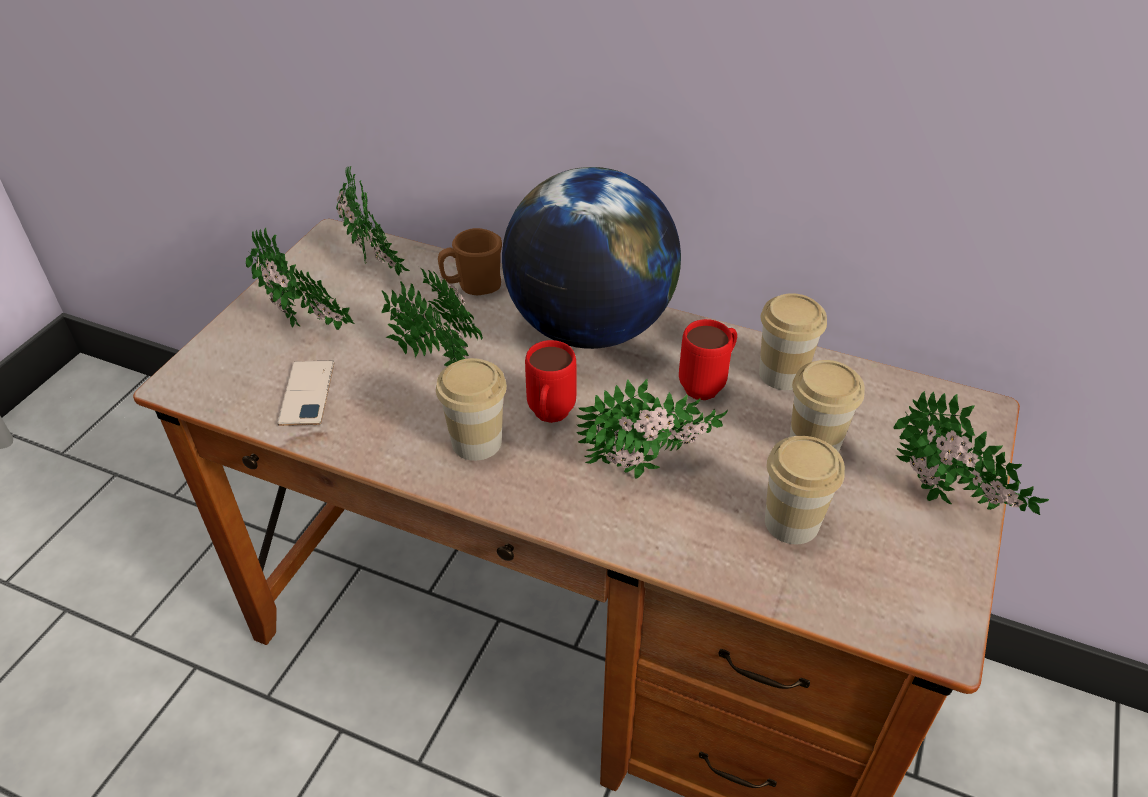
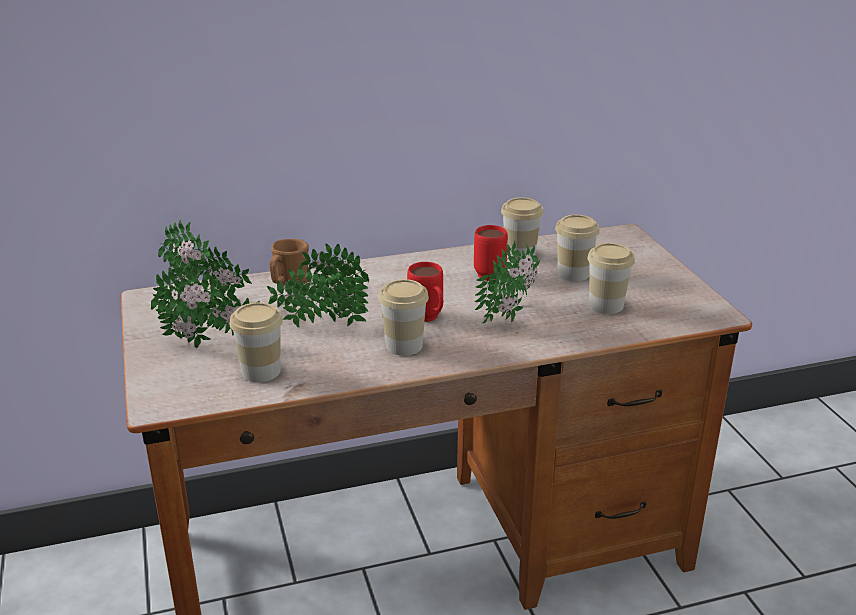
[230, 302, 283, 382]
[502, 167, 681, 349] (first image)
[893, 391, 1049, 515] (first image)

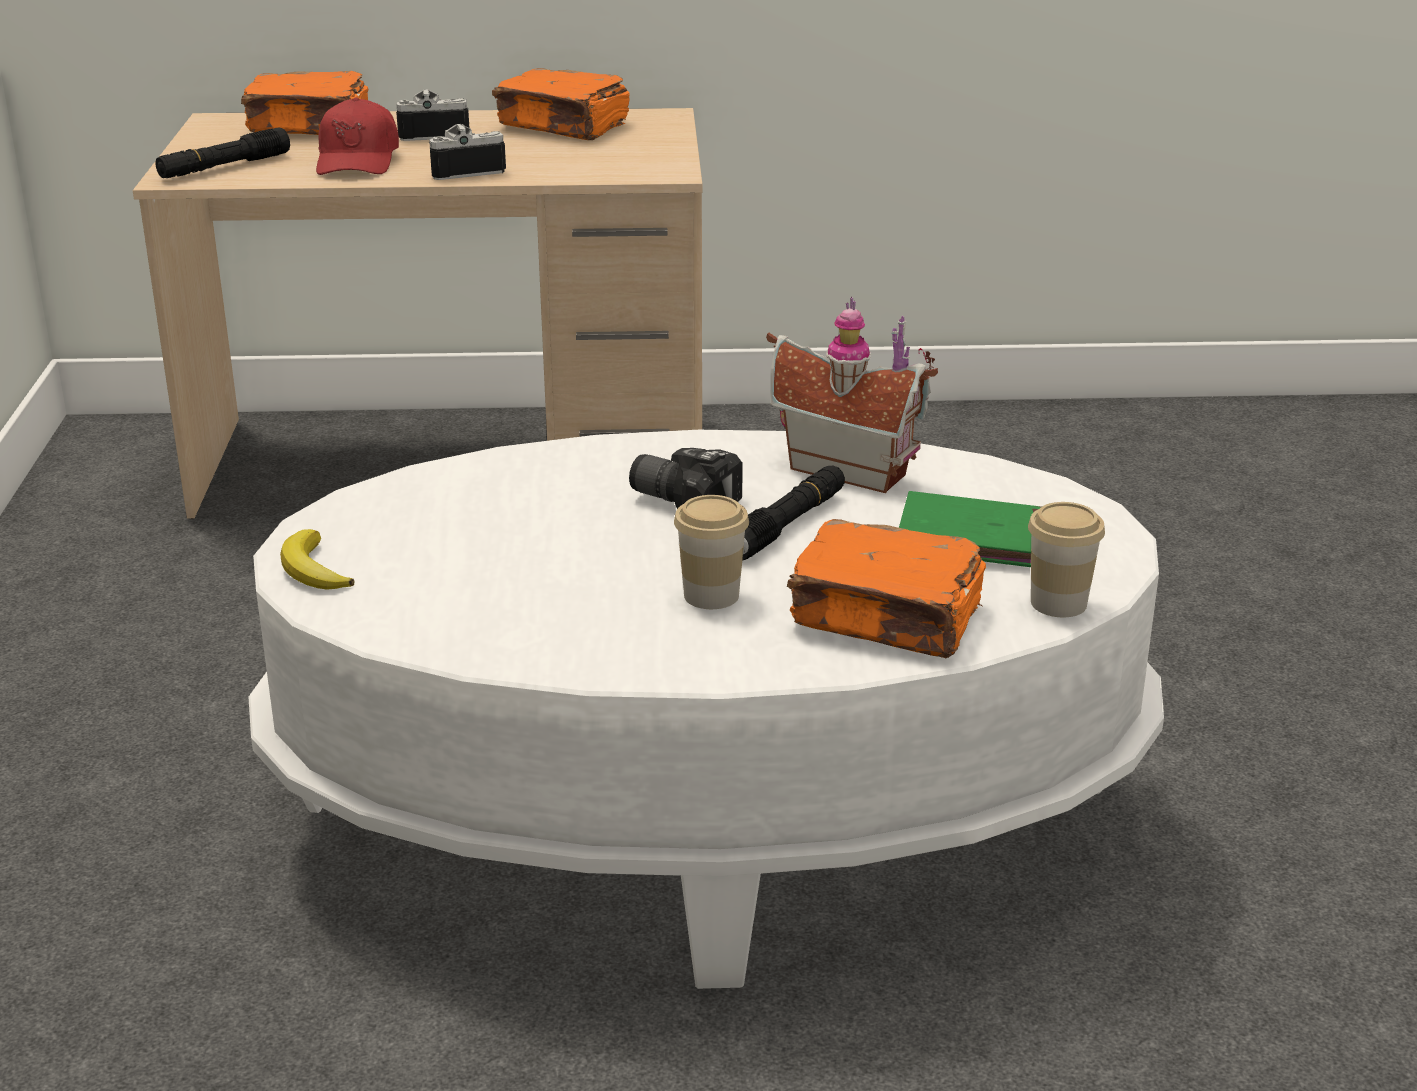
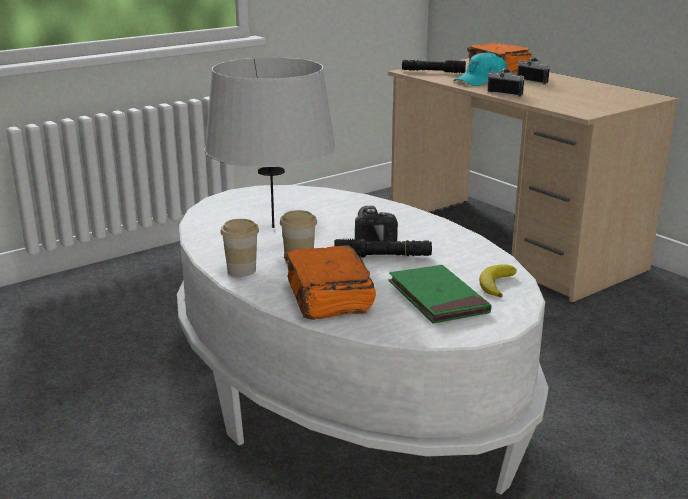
[204, 57, 336, 228]
[220, 219, 259, 277]
[454, 52, 507, 86]
[479, 264, 517, 298]
[492, 68, 630, 140] (first image)
[766, 297, 938, 493] (first image)

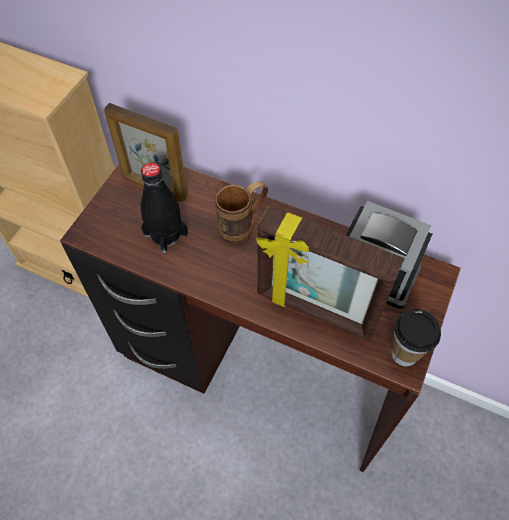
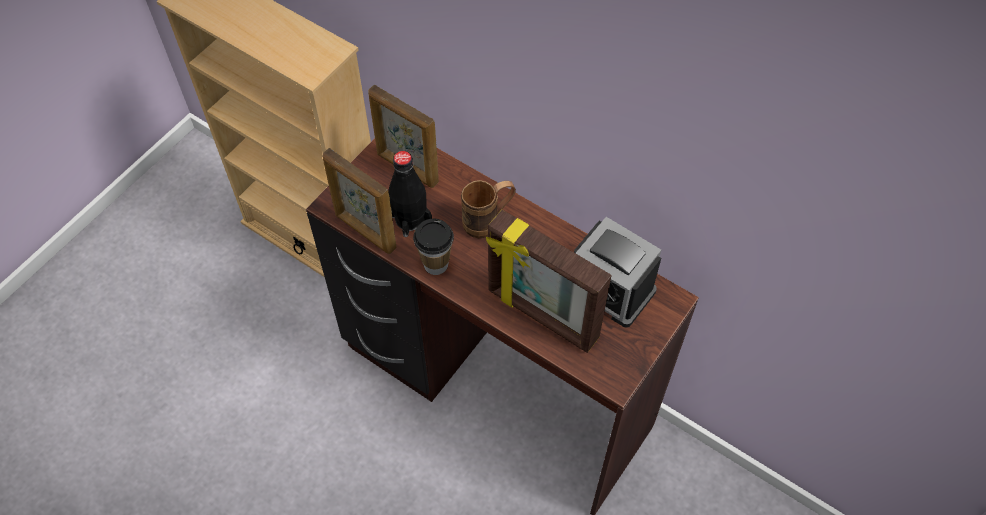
[322, 148, 397, 254]
[413, 219, 454, 275]

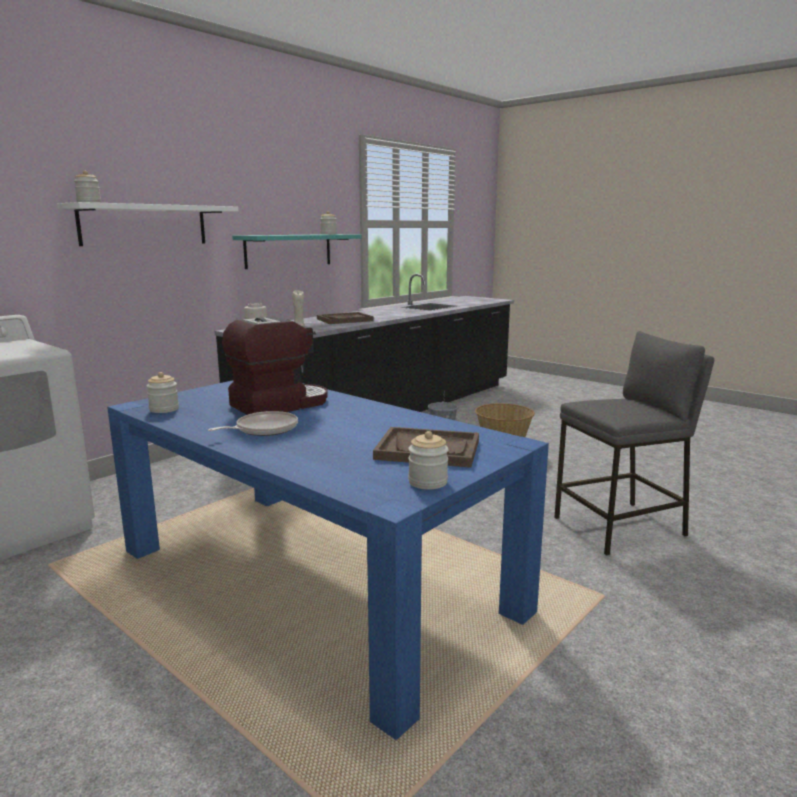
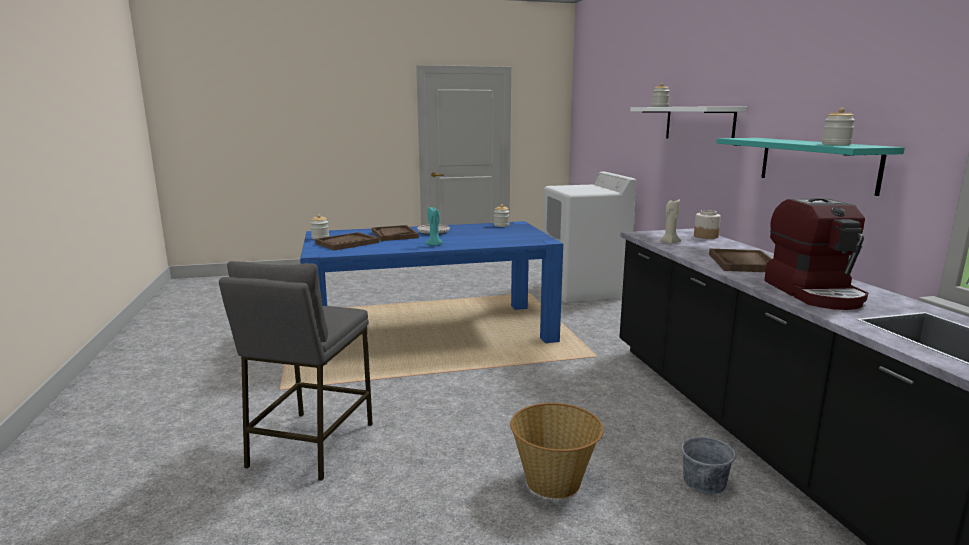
[372, 225, 419, 241]
[425, 207, 443, 246]
[764, 198, 868, 310]

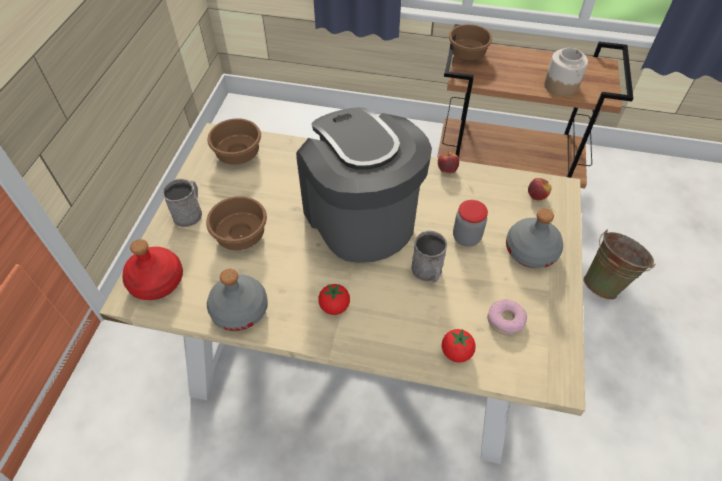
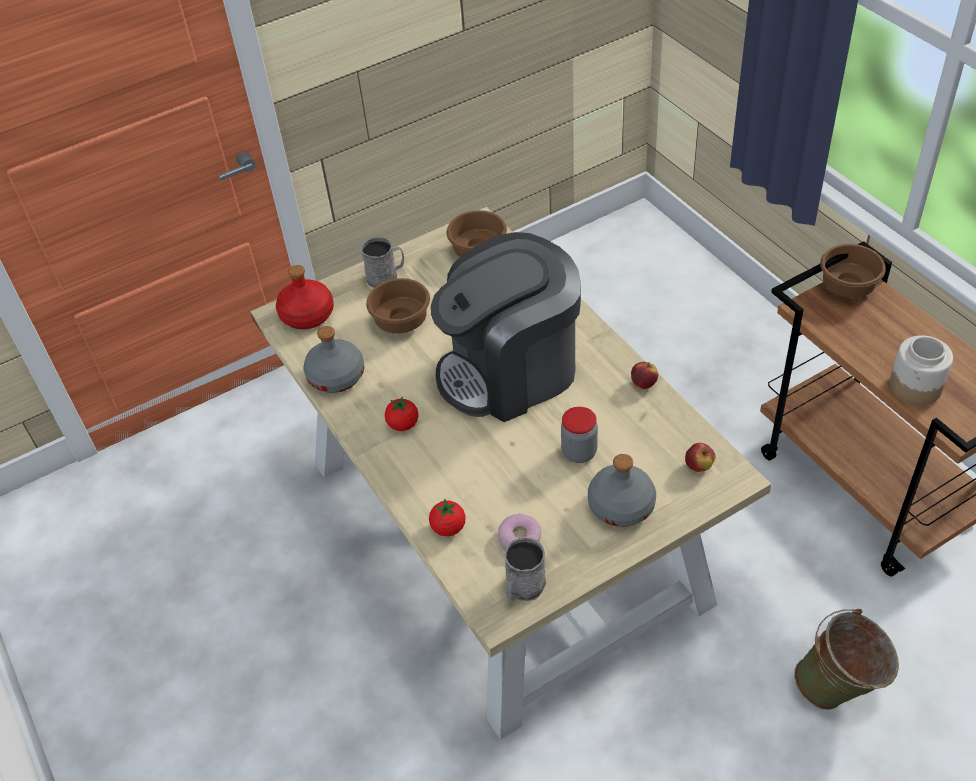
[431, 232, 581, 422]
[504, 538, 546, 601]

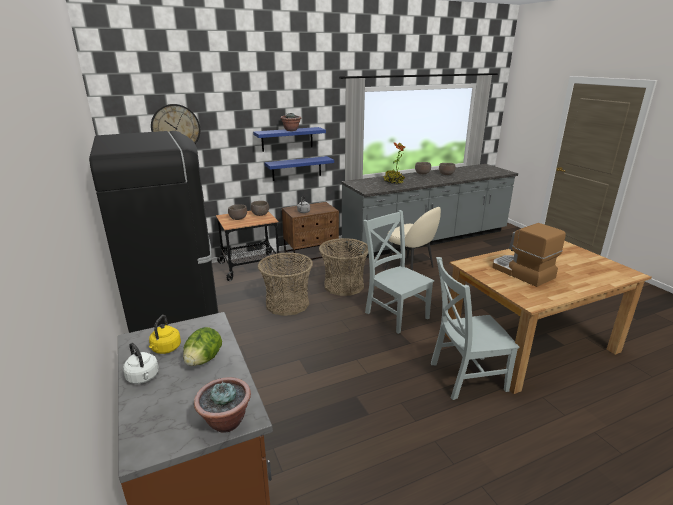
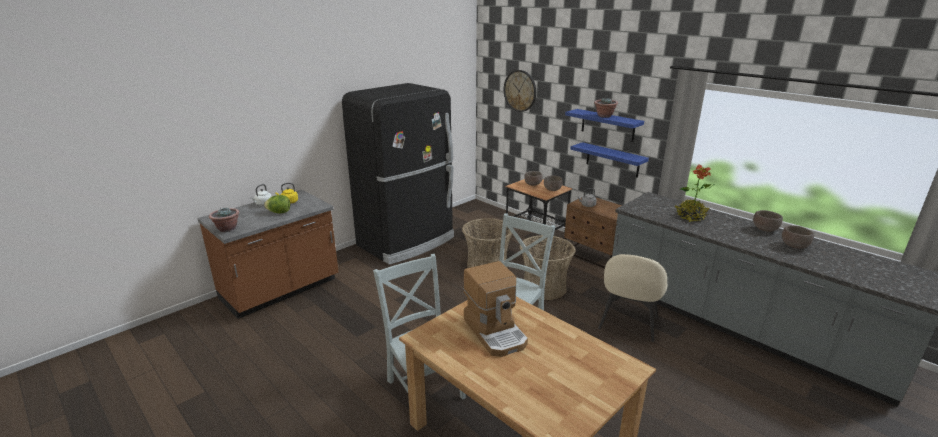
[463, 261, 528, 357]

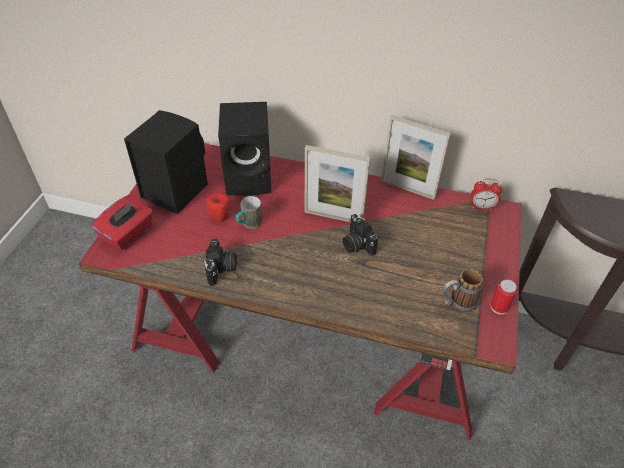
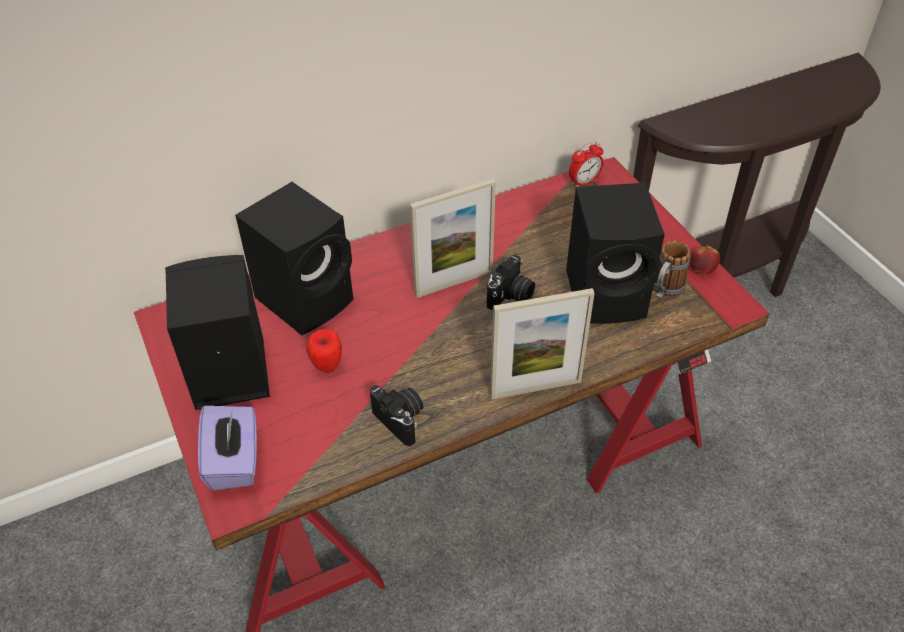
[198, 406, 257, 491]
[487, 255, 535, 310]
[490, 288, 595, 400]
[566, 183, 665, 324]
[690, 244, 720, 275]
[236, 196, 262, 229] (first image)

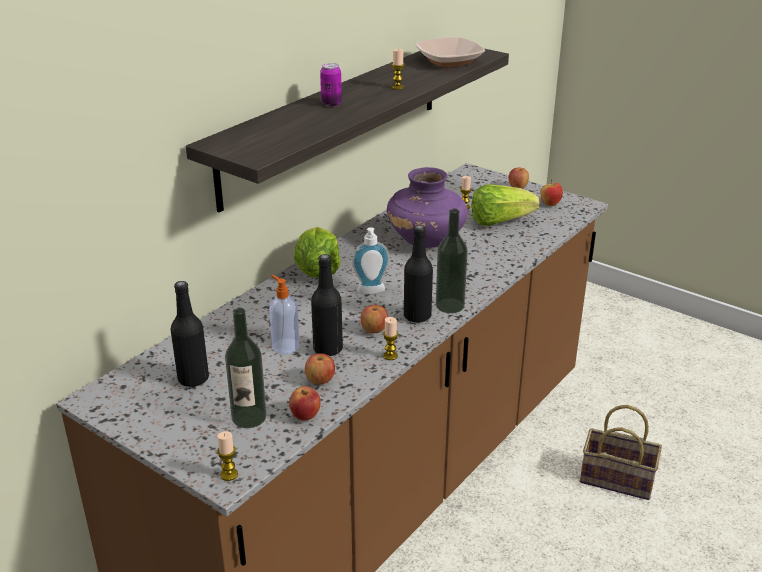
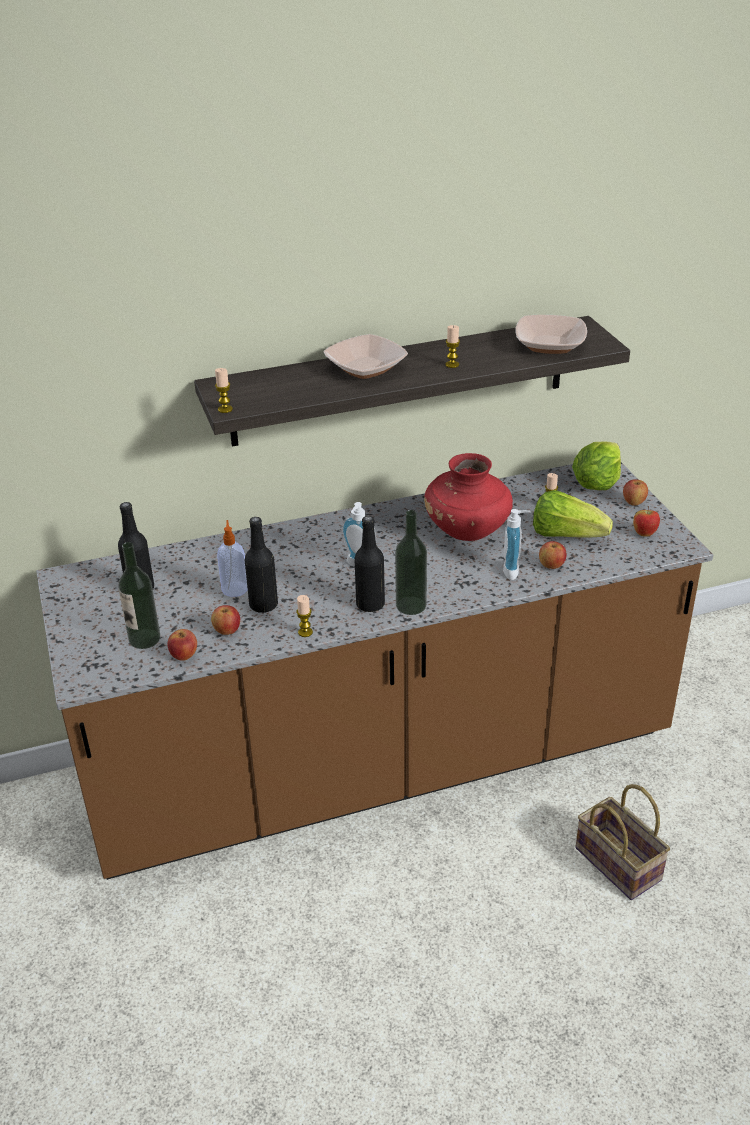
[215, 368, 233, 413]
[323, 334, 408, 379]
[424, 453, 513, 541]
[503, 509, 531, 580]
[539, 541, 567, 569]
[572, 441, 621, 490]

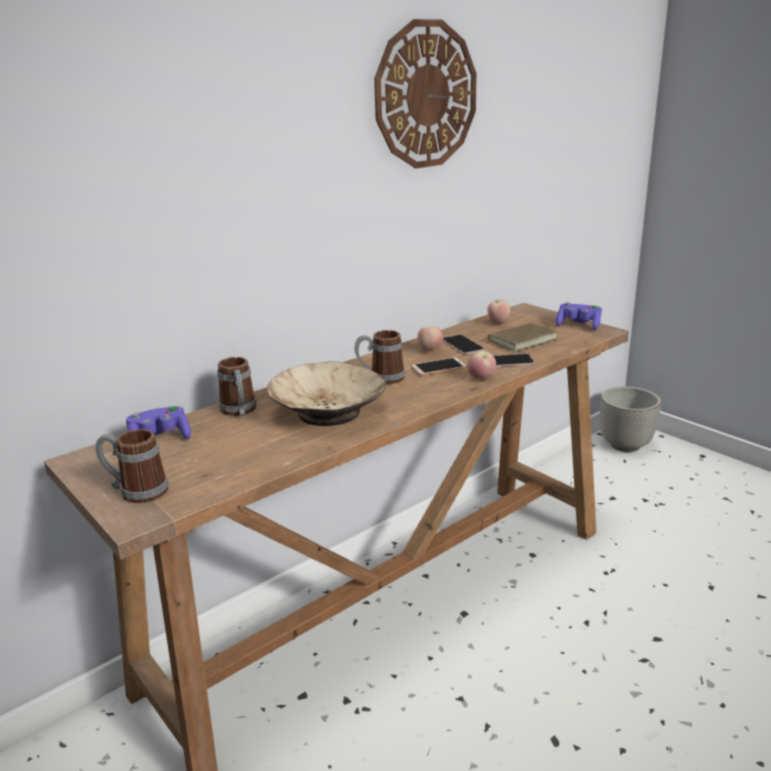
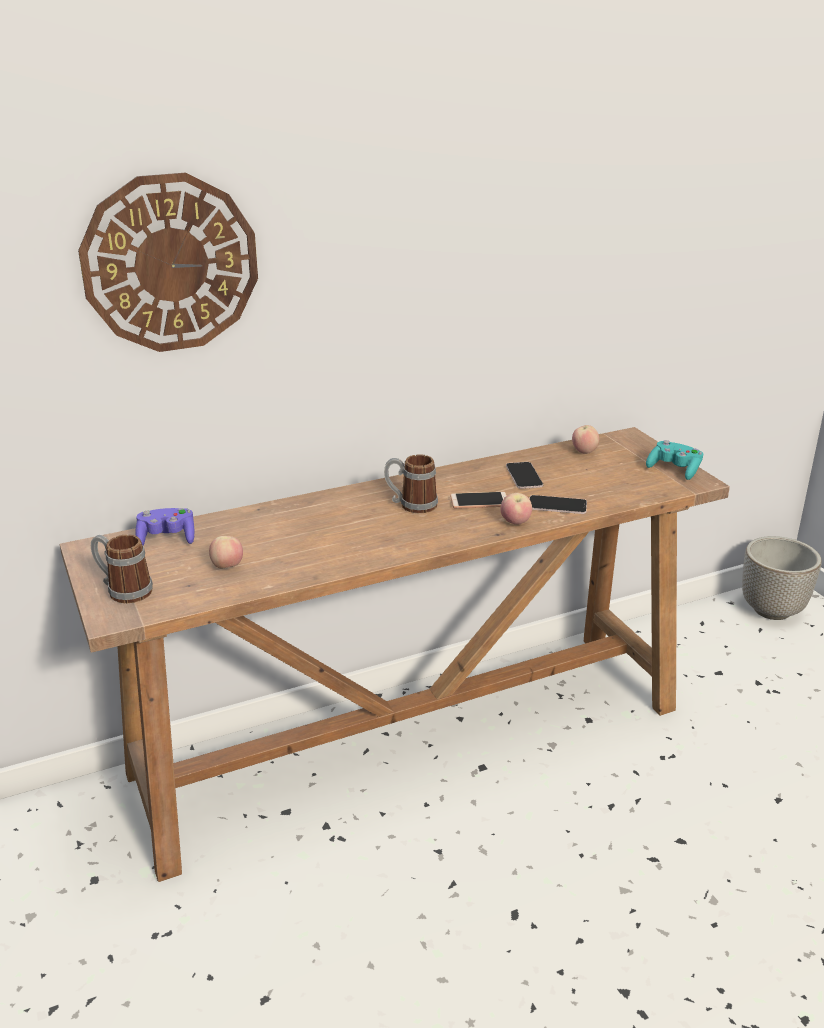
[78, 173, 258, 352]
[209, 536, 243, 569]
[646, 440, 703, 480]
[217, 357, 257, 416] (first image)
[267, 361, 387, 426] (first image)
[481, 323, 557, 351] (first image)

